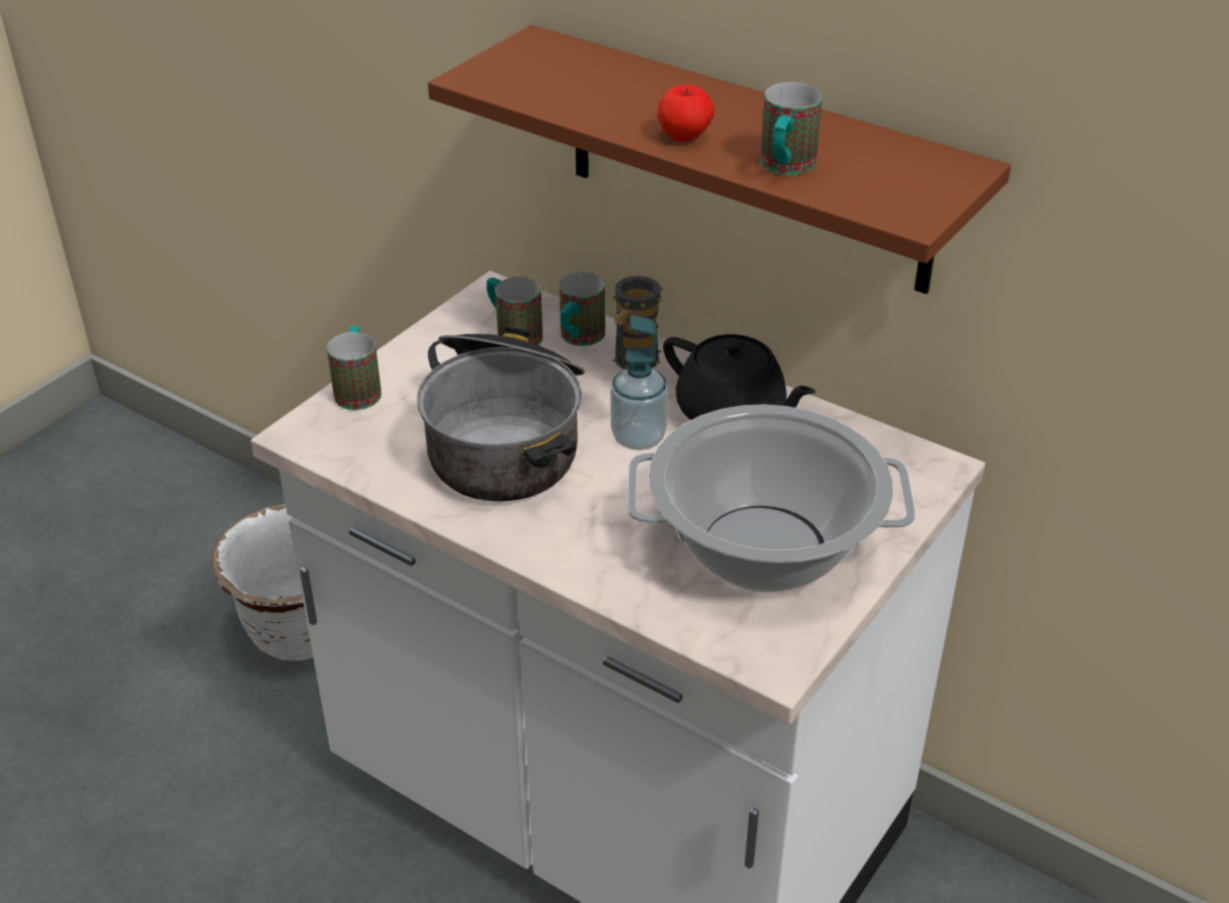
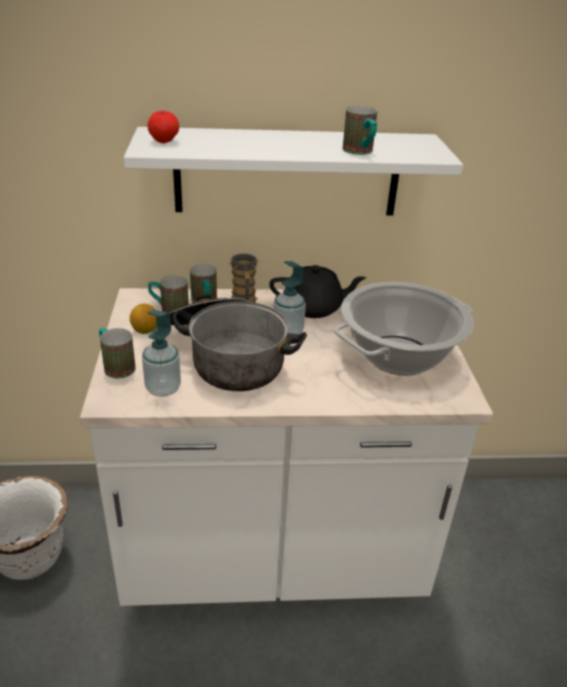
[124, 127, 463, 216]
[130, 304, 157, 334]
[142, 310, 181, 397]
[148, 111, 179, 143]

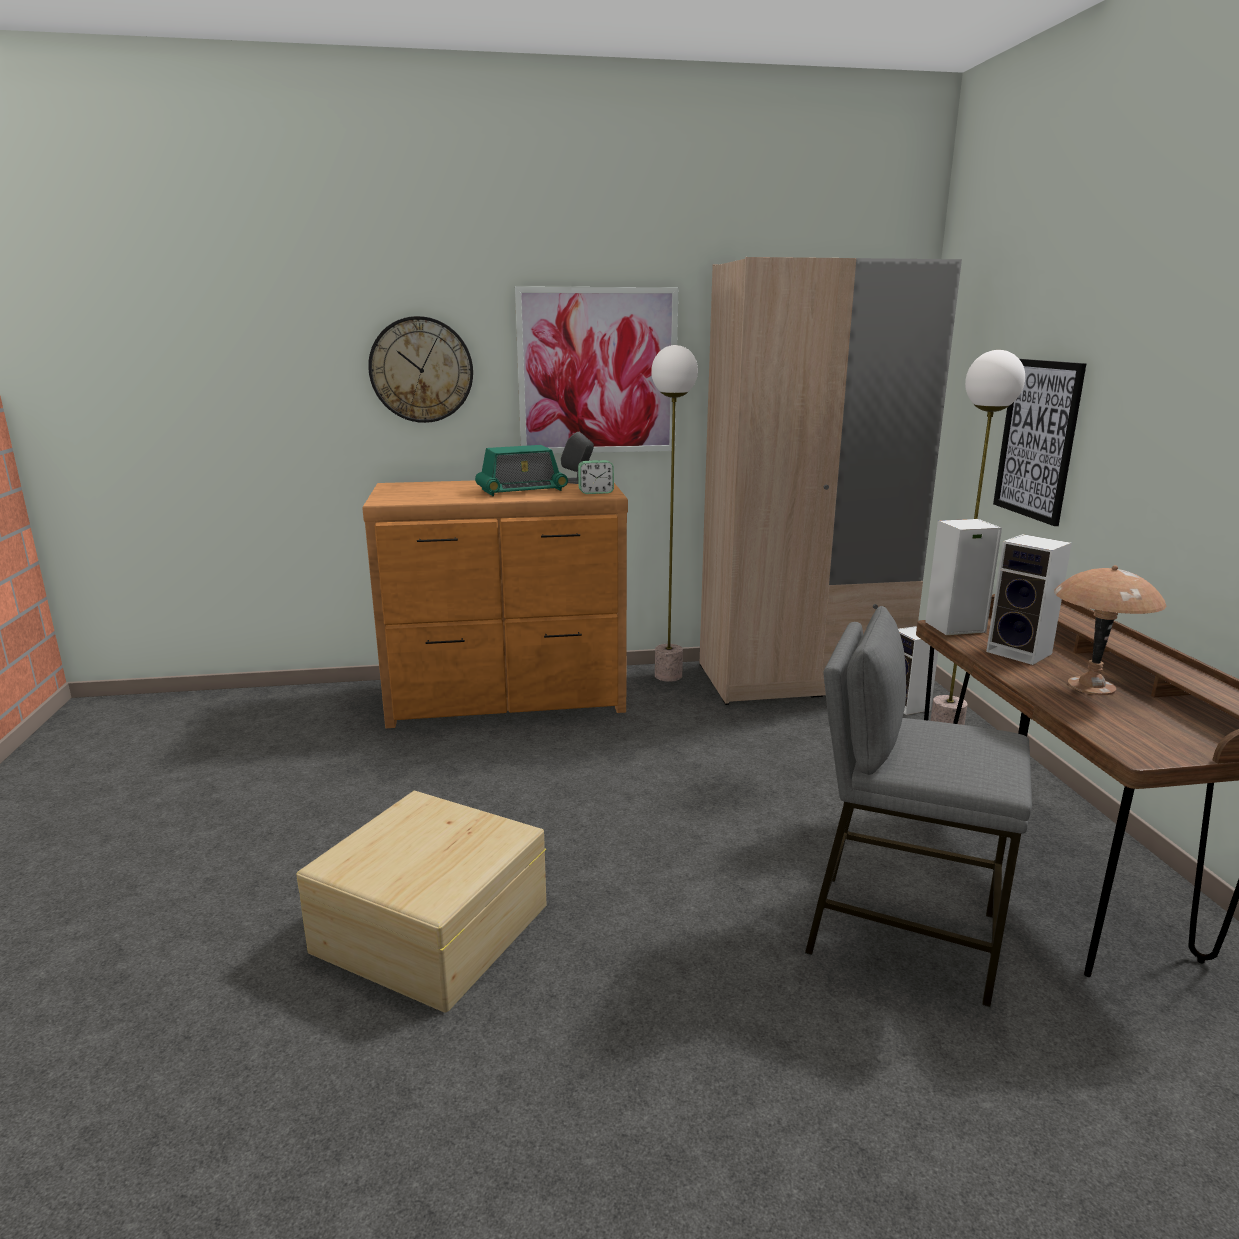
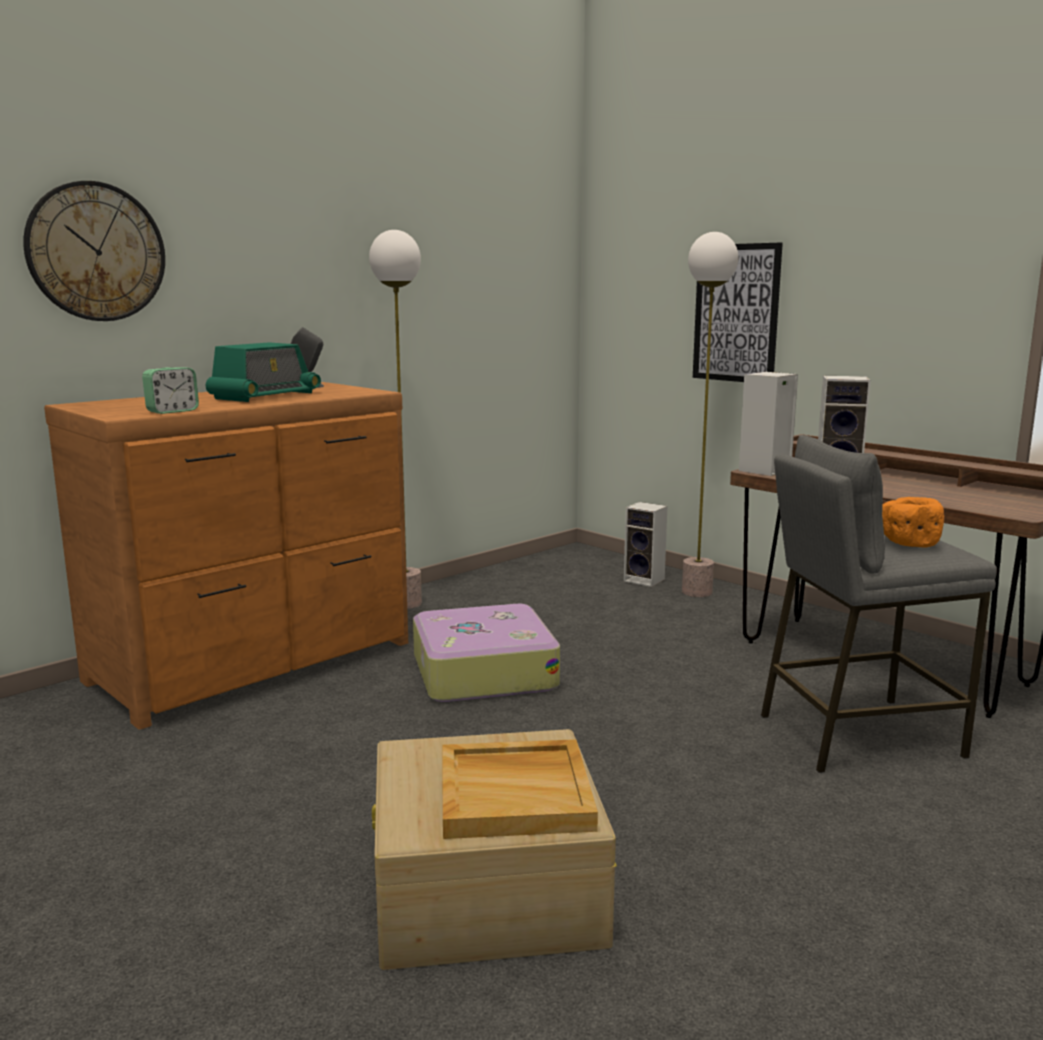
[142, 367, 199, 414]
[413, 604, 560, 702]
[442, 739, 598, 839]
[882, 497, 944, 548]
[515, 286, 678, 454] (first image)
[700, 257, 962, 705] (first image)
[1054, 565, 1167, 695] (first image)

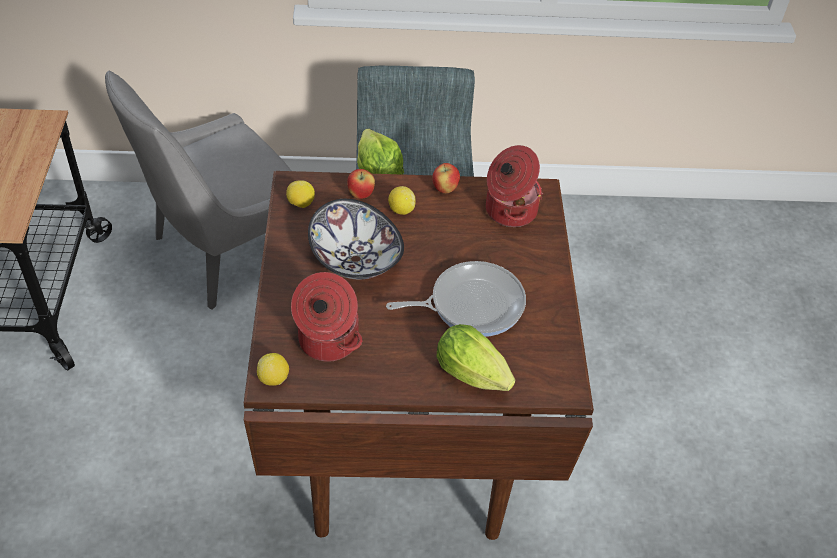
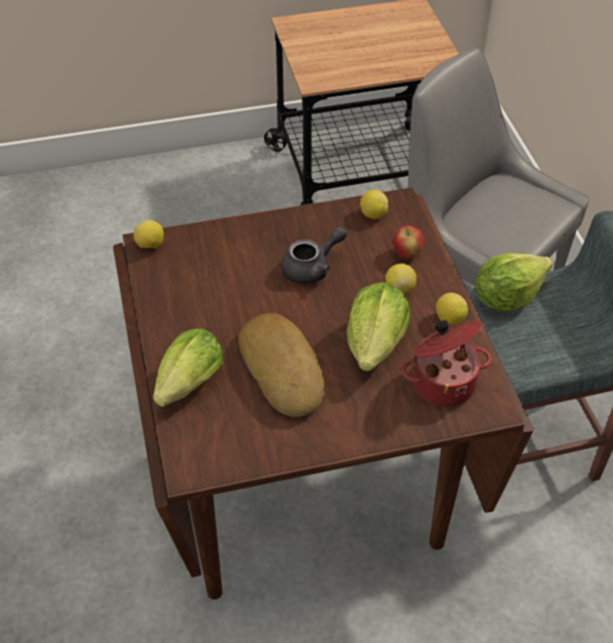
[238, 313, 325, 417]
[281, 226, 347, 284]
[347, 282, 410, 371]
[436, 293, 468, 325]
[291, 272, 362, 362] (first image)

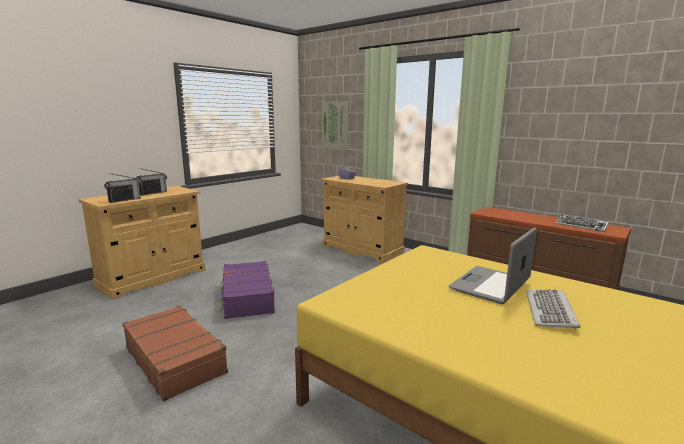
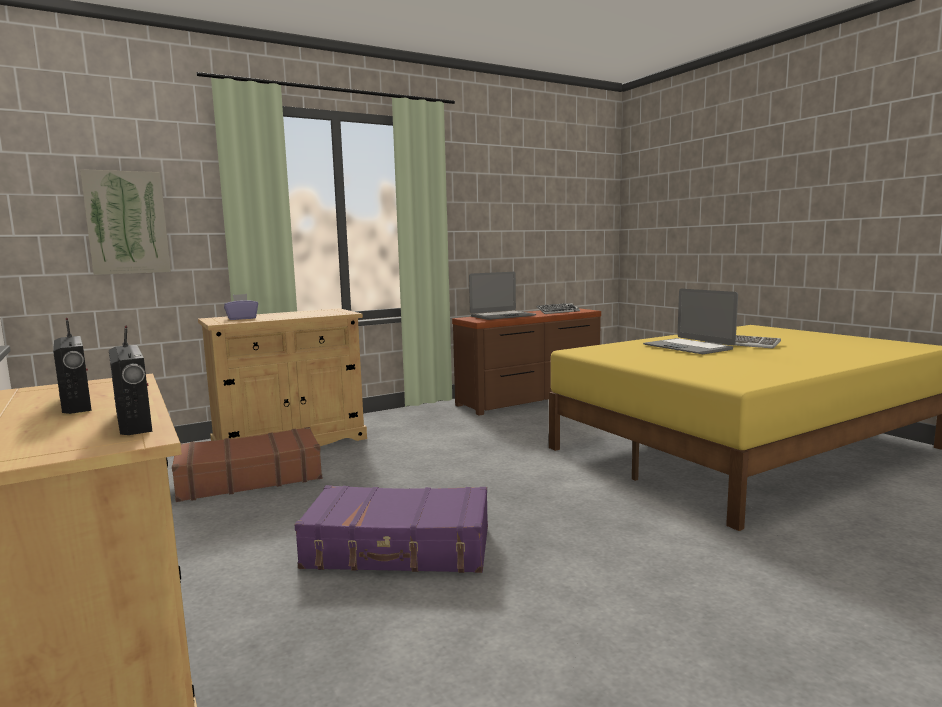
[172, 427, 322, 502]
[469, 272, 536, 320]

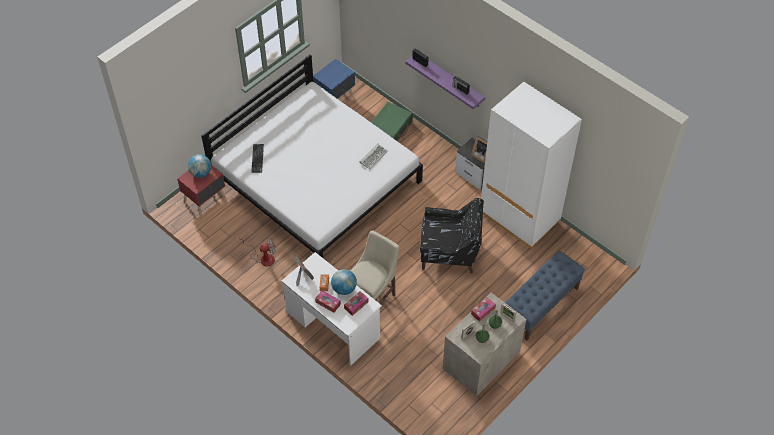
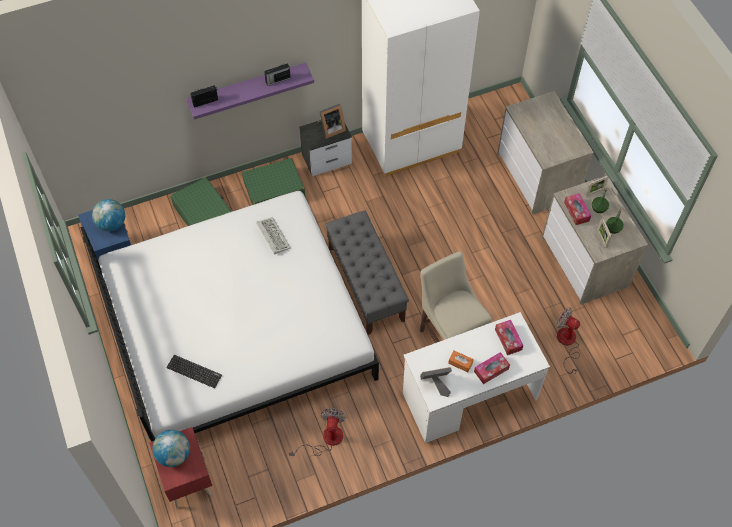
[92, 199, 125, 232]
[242, 158, 305, 205]
[325, 210, 409, 335]
[497, 91, 594, 215]
[557, 308, 580, 374]
[420, 198, 484, 273] (first image)

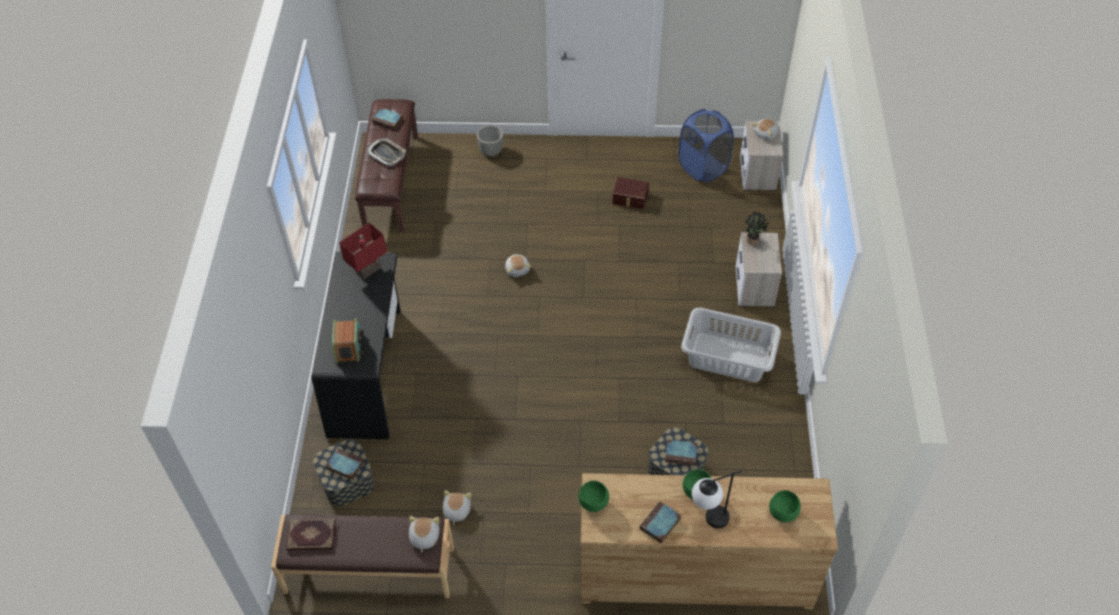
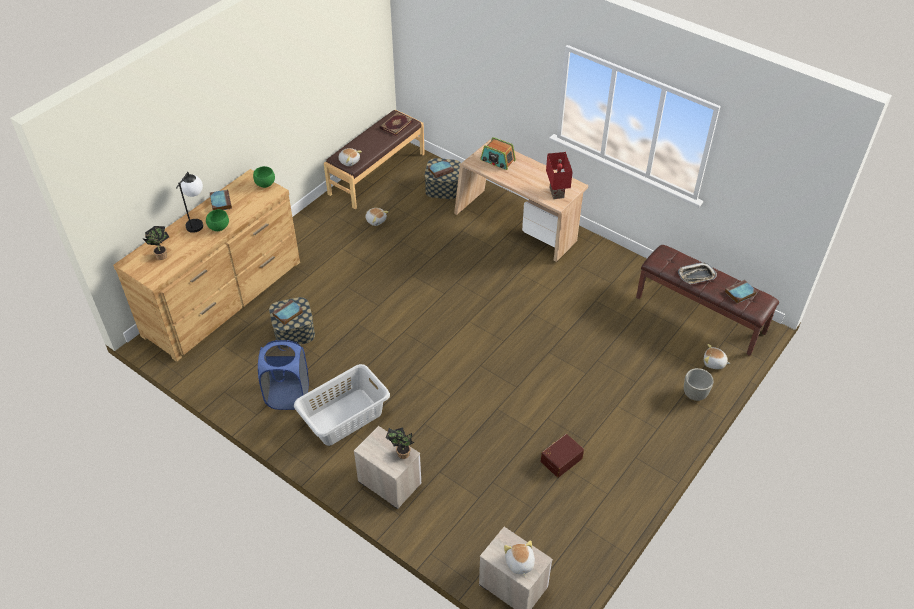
[143, 226, 169, 260]
[258, 340, 309, 410]
[454, 140, 588, 262]
[704, 344, 730, 369]

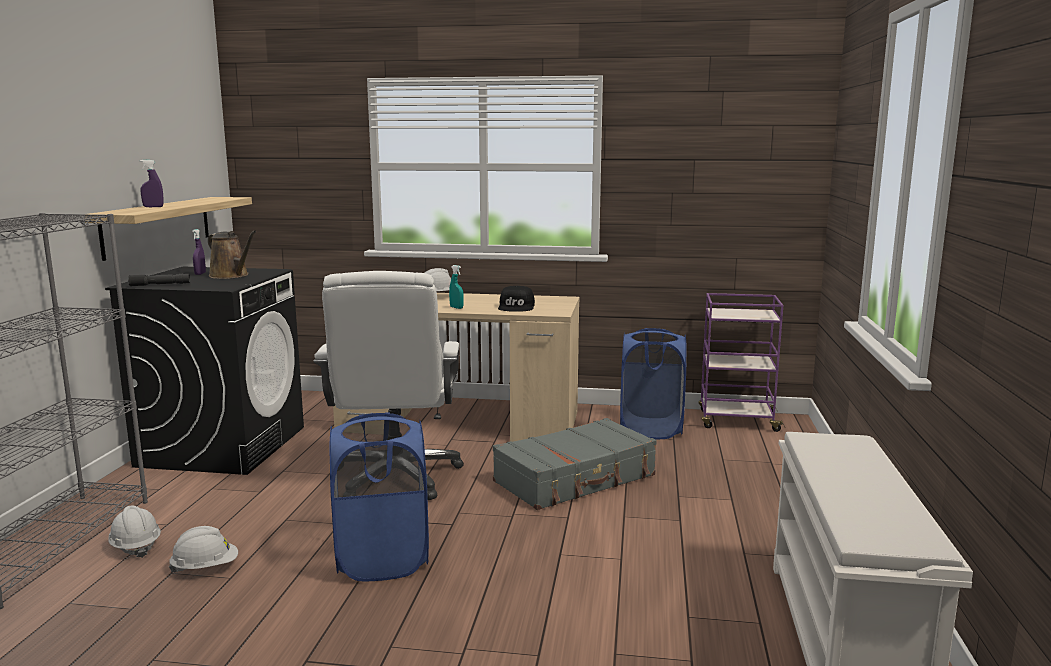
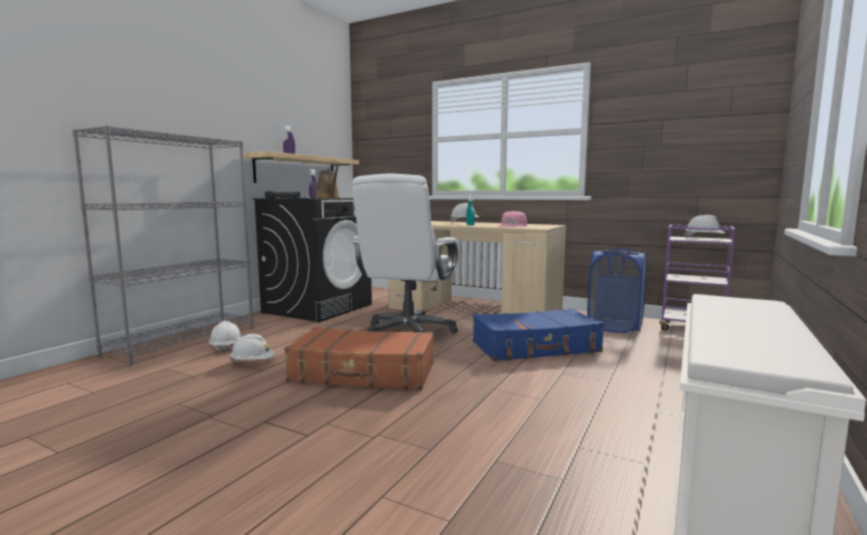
[284, 327, 433, 390]
[473, 308, 604, 361]
[499, 211, 527, 227]
[684, 215, 725, 238]

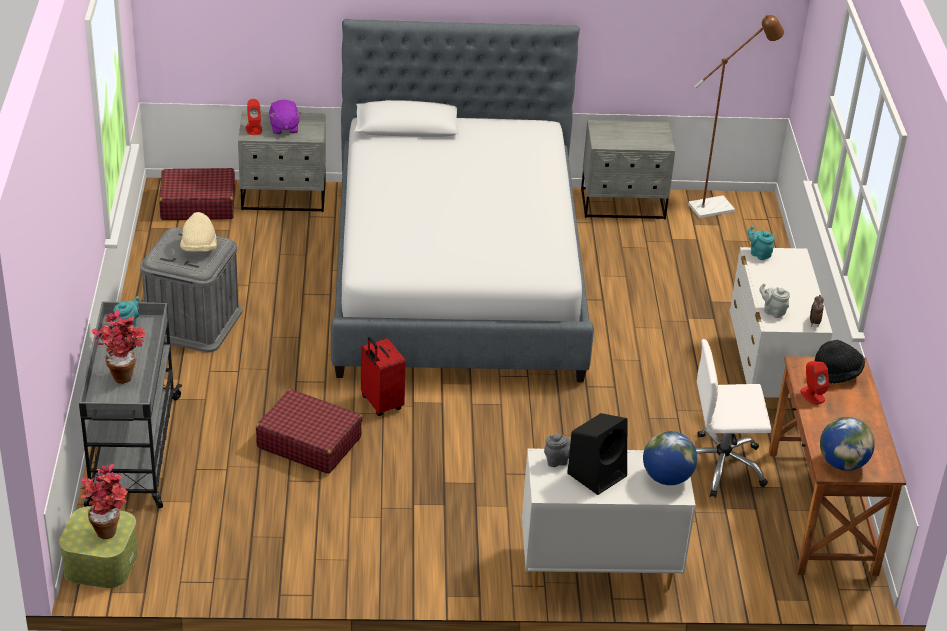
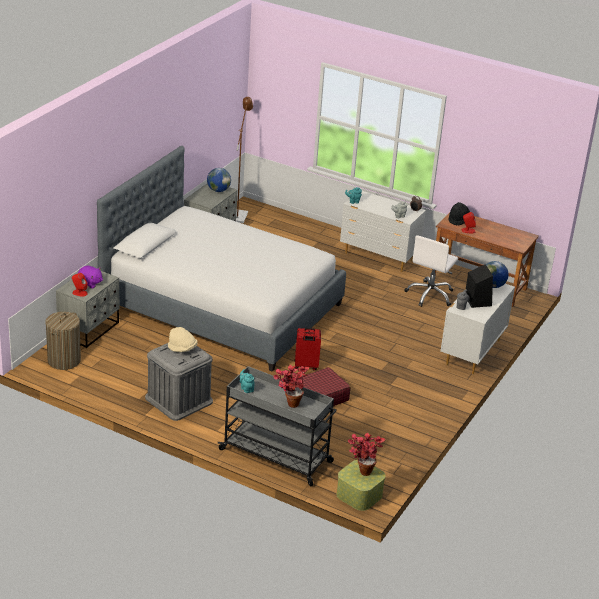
[45, 312, 81, 370]
[207, 168, 231, 192]

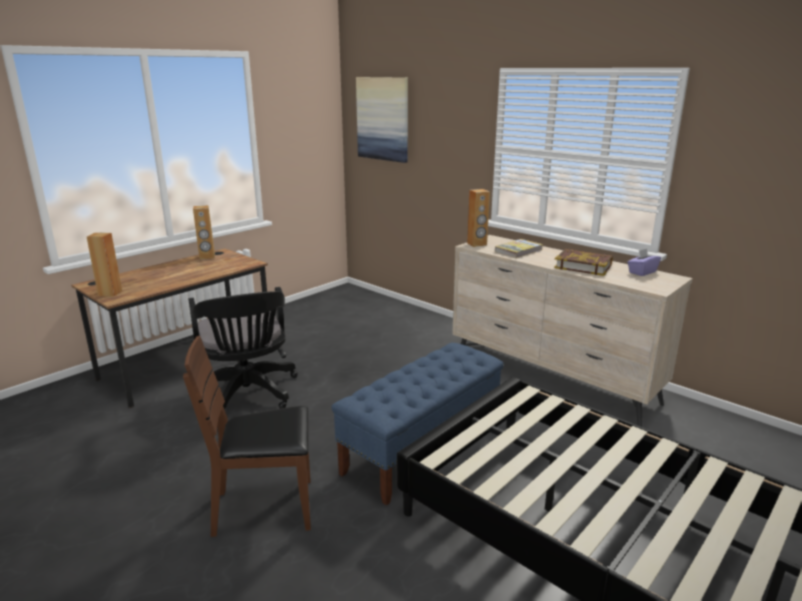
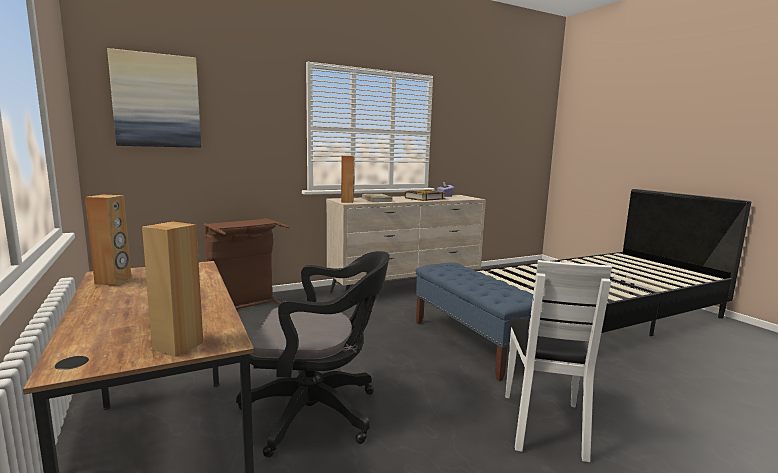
[203, 218, 290, 309]
[505, 260, 612, 462]

